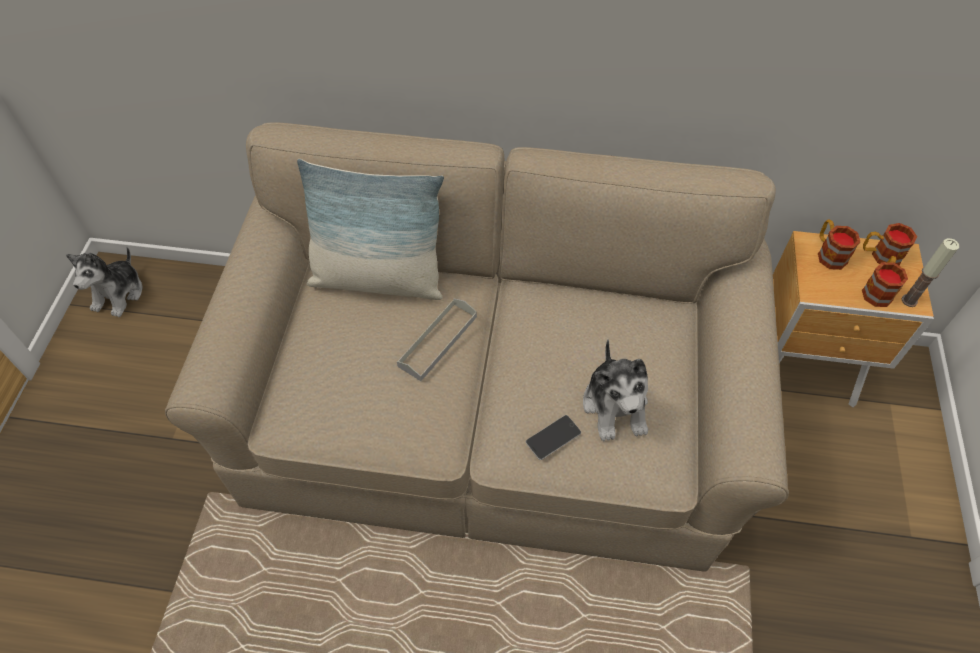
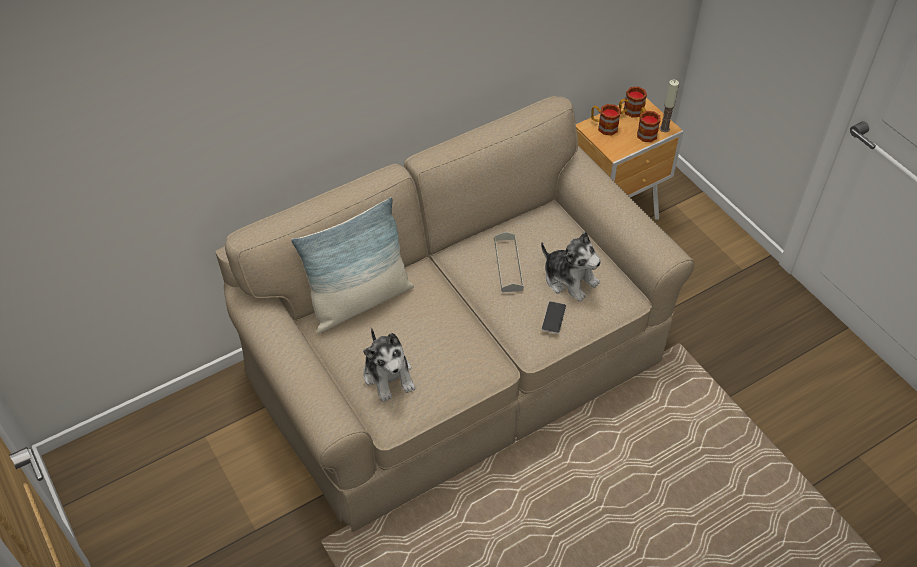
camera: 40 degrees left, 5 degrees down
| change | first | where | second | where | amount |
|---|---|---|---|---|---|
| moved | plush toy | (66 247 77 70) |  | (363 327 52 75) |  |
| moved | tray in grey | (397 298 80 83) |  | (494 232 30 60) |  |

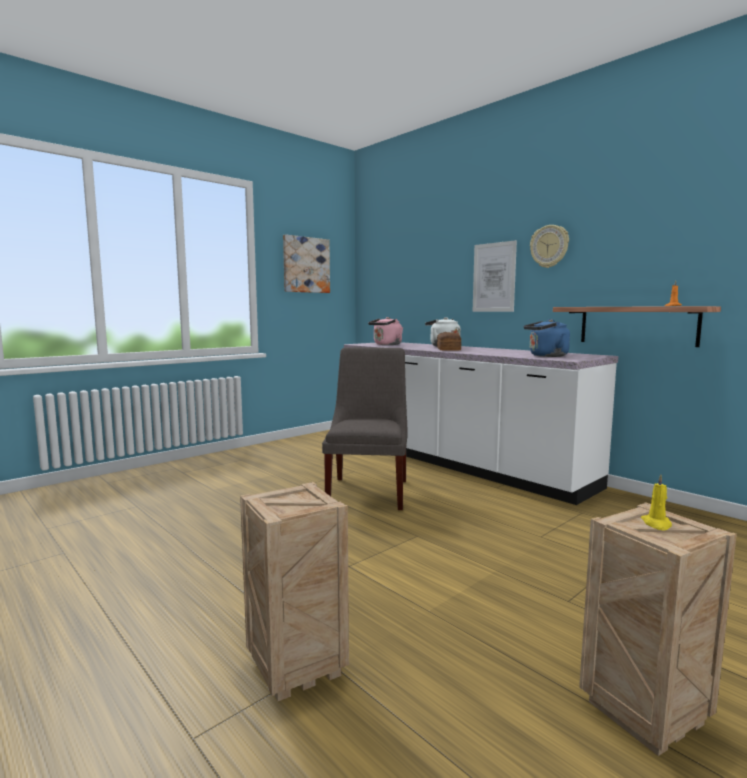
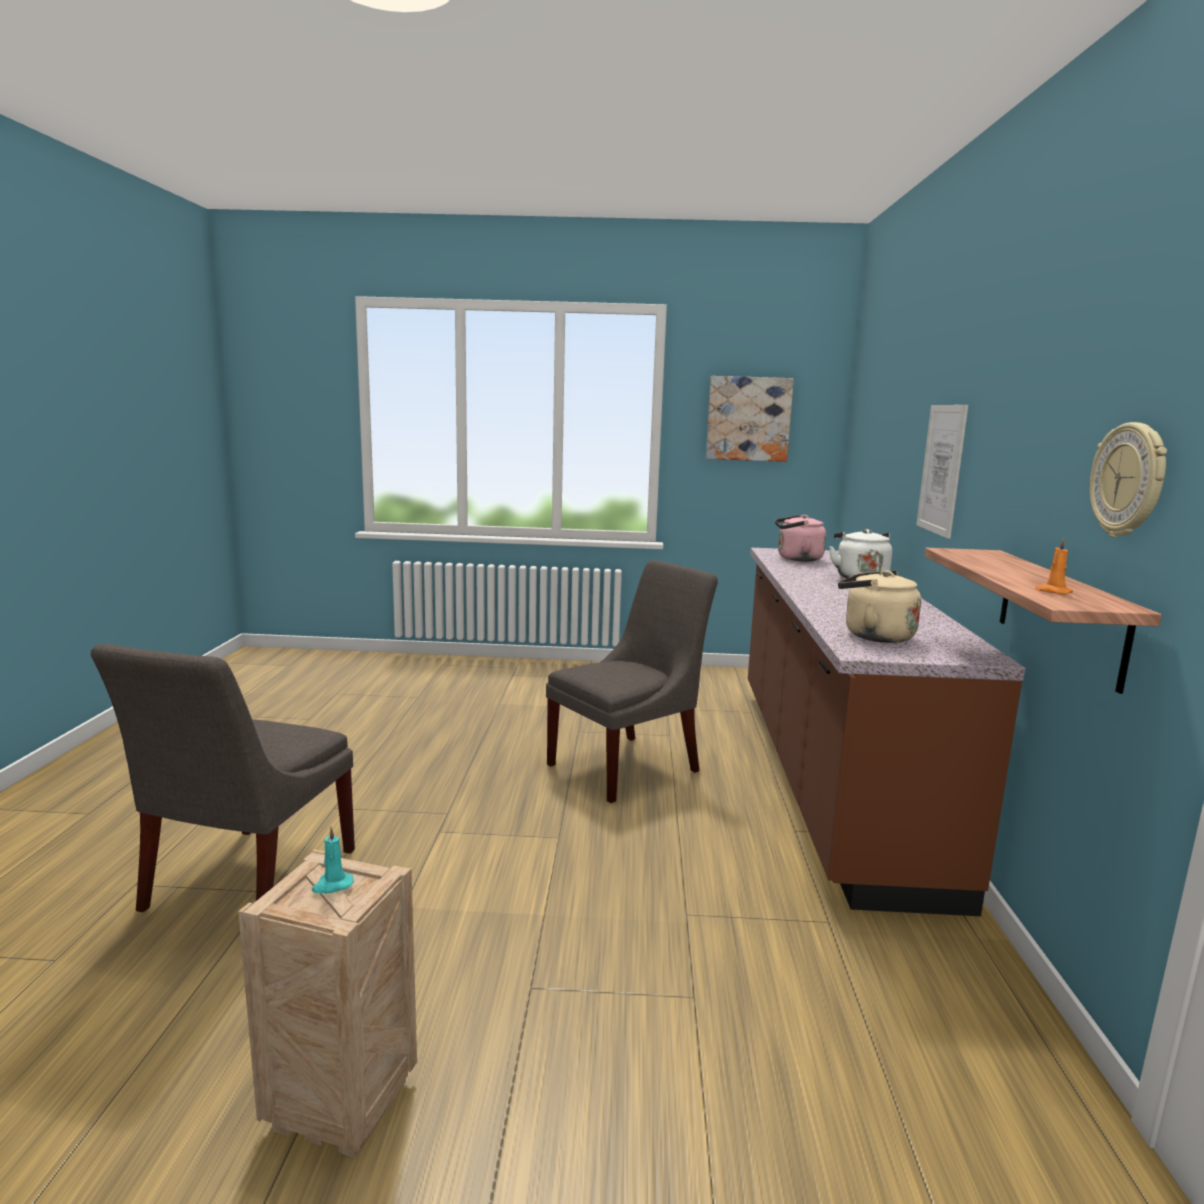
camera: 45 degrees right, 5 degrees up
| change | first | where | second | where | amount |
|---|---|---|---|---|---|
| removed | bread | (437 332 24 18) |  |  |  |
| moved | wall clock | (530 225 39 43) |  | (1089 422 78 115) |  |
| replaced | crate | (240 482 109 219) | chair in grey | (91 643 264 269) |  |
| recoloured | counter in white | (344 342 274 163) | counter in brown | (748 548 277 368) |  |
| recoloured | kettle in blue | (524 319 46 38) | kettle in beige | (838 571 83 72) |  |
| recoloured | candle in yellow | (641 474 31 57) | candle in turquoise | (312 827 41 67) |  |

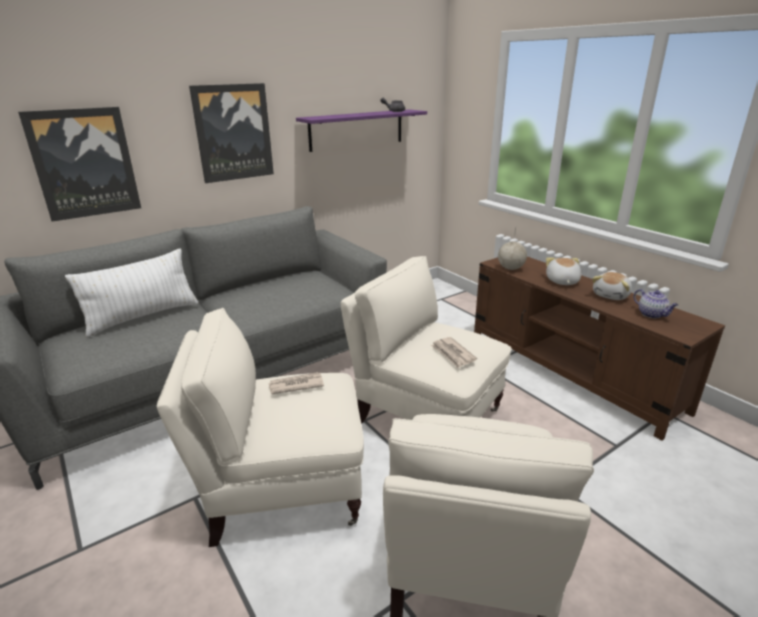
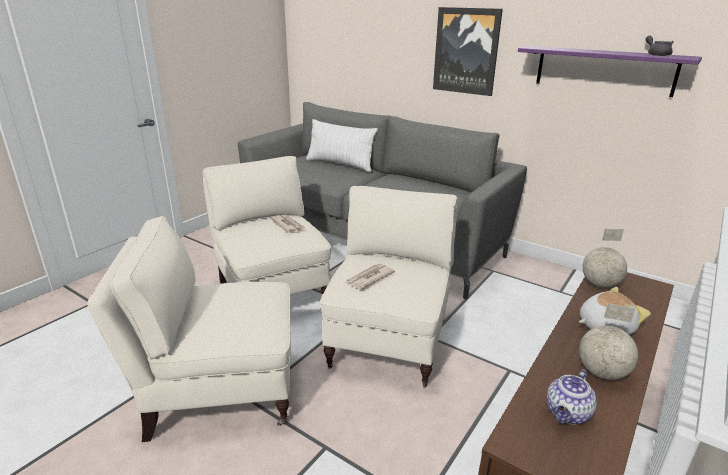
camera: 70 degrees right, 0 degrees up
| change | first | where | second | where | amount |
|---|---|---|---|---|---|
| removed | picture | (18 107 123 115) |  |  |  |
| replaced | plush toy | (592 272 40 28) | globe | (579 303 59 77) |  |

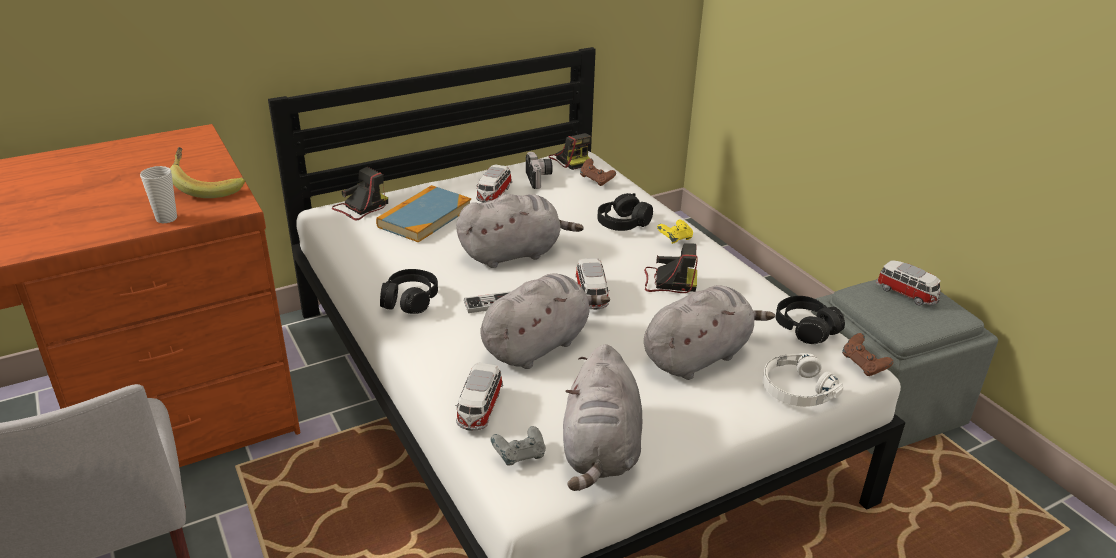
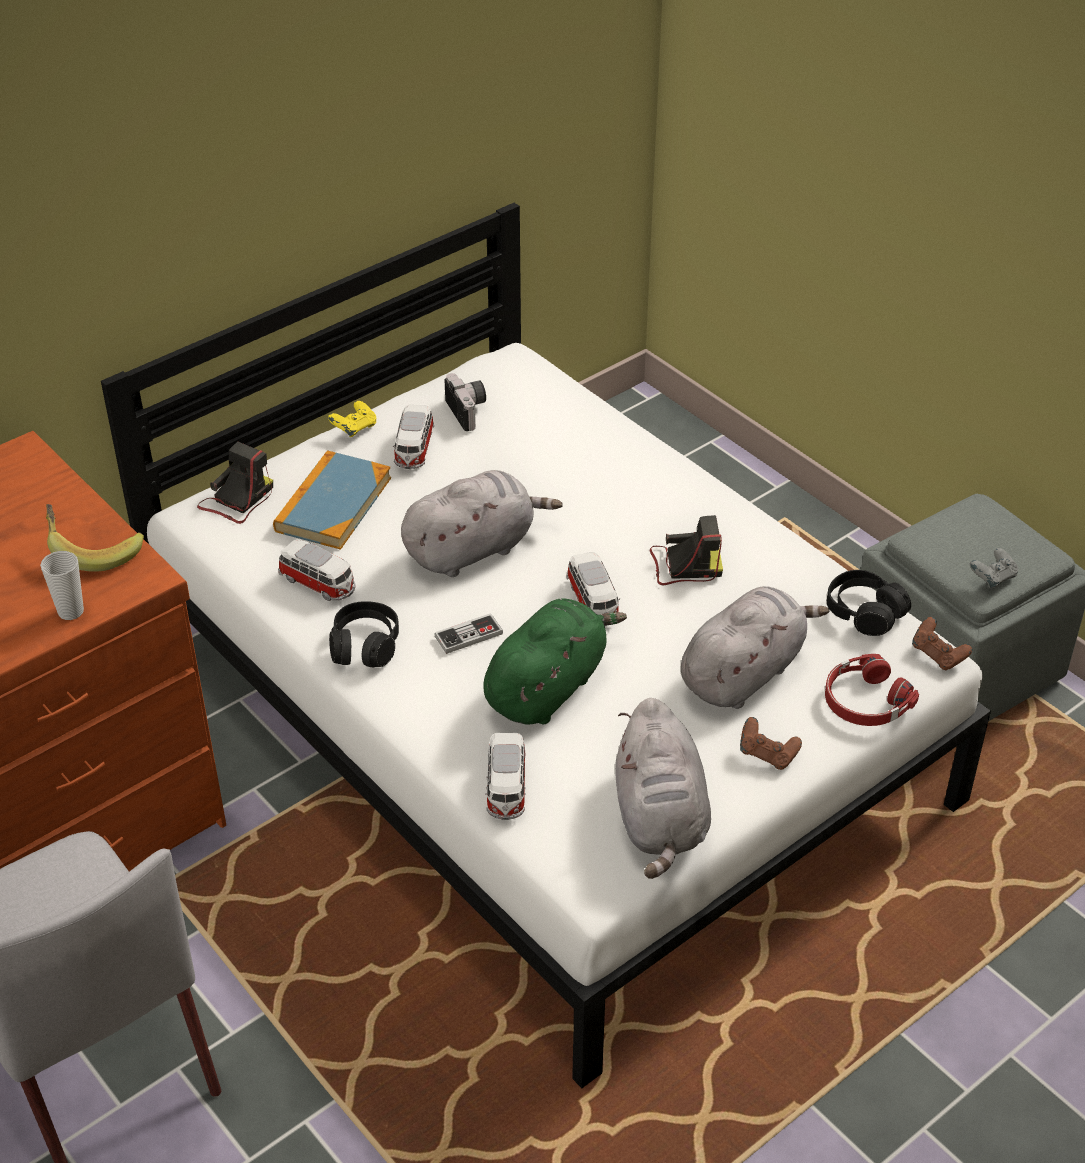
camera: 10 degrees left, 10 degrees up
| change | first | where | second | where | amount |
|---|---|---|---|---|---|
| removed | photo camera | (549 133 42 37) |  |  |  |
| removed | headphones in black | (597 193 56 38) |  |  |  |
| moved | game controller in grey | (491 426 55 40) |  | (970 548 48 40) |  |
| moved | game controller in brown | (580 158 36 28) |  | (740 717 62 53) |  |
| moved | game controller in yellow | (657 219 36 25) |  | (328 401 48 36) |  |
| moved | toy car | (876 260 65 45) |  | (278 539 78 62) |  |
| recoloured | plush toy in grey | (480 273 130 96) | plush toy in green | (483 599 144 125) |  |
| recoloured | headphones in white | (762 353 82 54) | headphones in red | (825 654 94 72) |  |

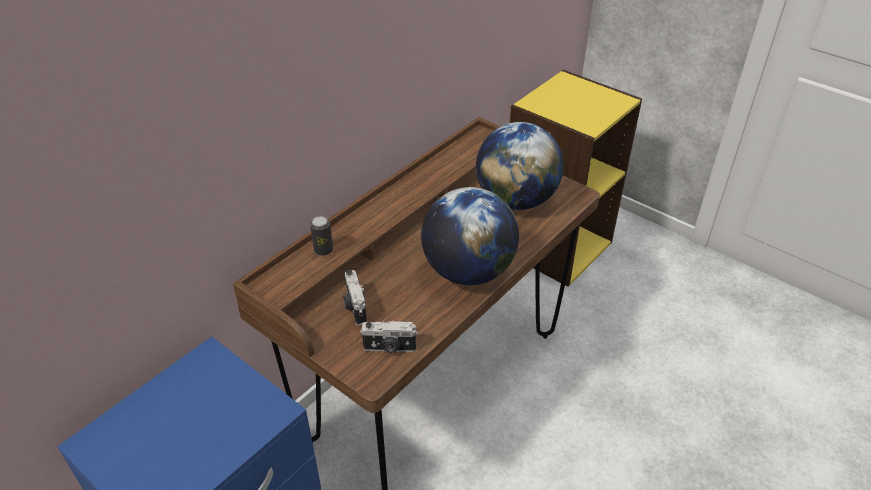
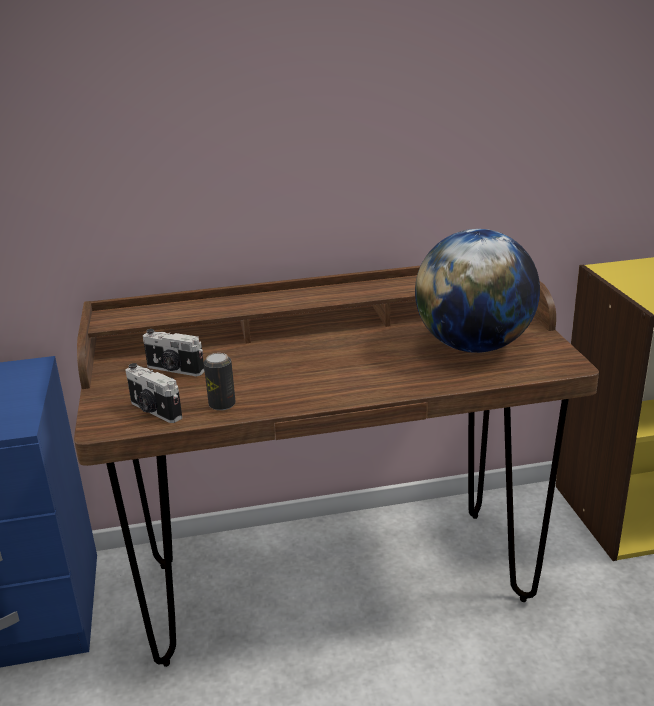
camera: 40 degrees right, 15 degrees down
| change | first | where | second | where | amount |
|---|---|---|---|---|---|
| removed | globe | (421 187 98 98) |  |  |  |
| moved | can | (310 216 23 40) |  | (204 353 32 58) |  |
| turned | photo camera | (343 270 24 56) |  | (143 329 62 47) | 90 degrees counterclockwise |

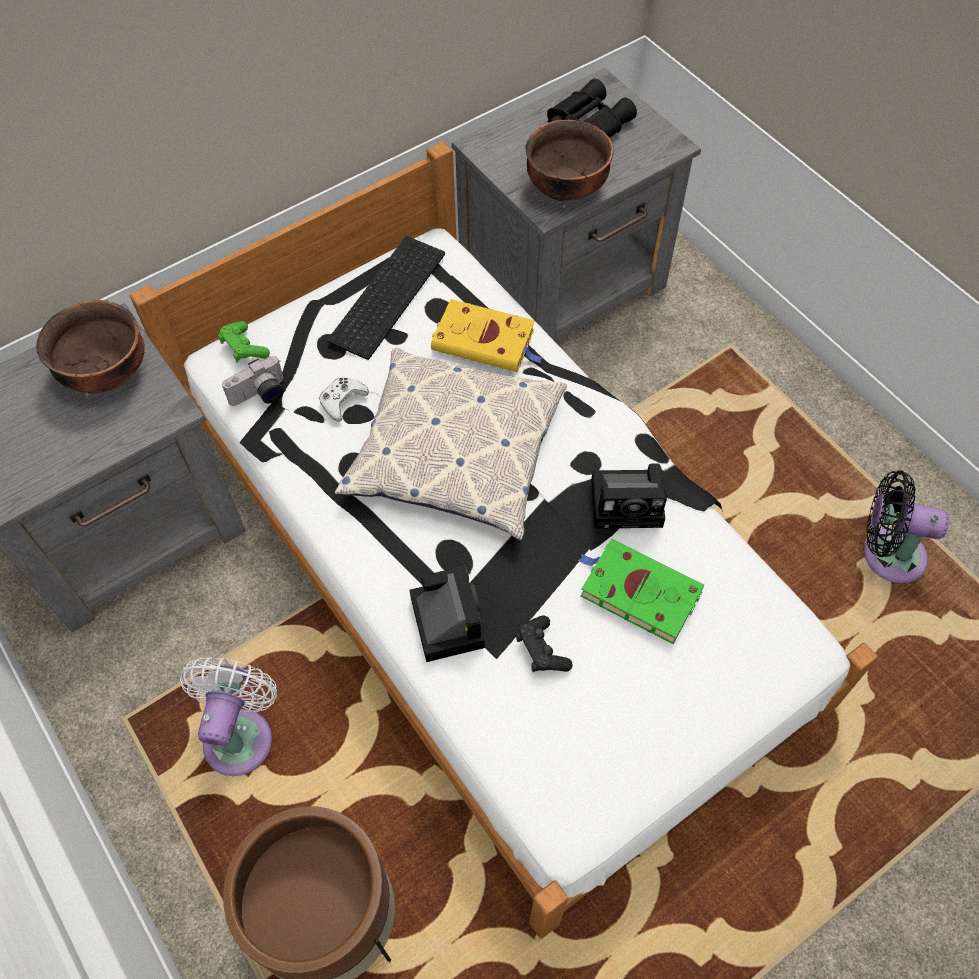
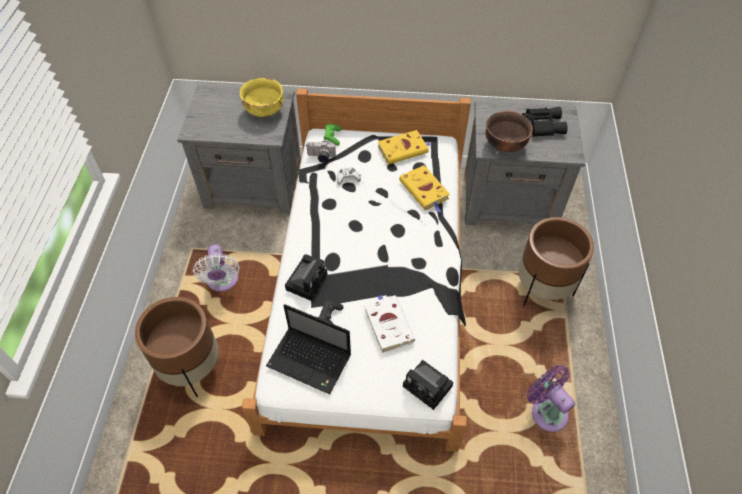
camera: 40 degrees right, 5 degrees down
| change | first | where | second | where | amount |
|---|---|---|---|---|---|
| removed | pillow | (335 347 232 193) |  |  |  |
| added |  |  | laptop | (266 304 85 90) |  |
| added |  |  | planter in brown | (518 217 76 89) |  |
| moved | photo camera | (591 464 76 65) |  | (403 360 51 50) |  |
| replaced | keyboard | (327 236 118 124) | book in yellow | (378 130 54 35) |  |
| recoloured | bowl in brown | (36 300 109 93) | bowl in yellow | (240 78 44 39) |  |
| recoloured | book in green | (577 539 127 105) | book in white | (364 295 51 58) |  |
| recoloured | fan in black | (864 470 85 113) | fan in purple | (527 365 48 67) |  |
| turned | fan in white | (180 657 97 119) |  | (193 244 47 48) | 120 degrees clockwise |

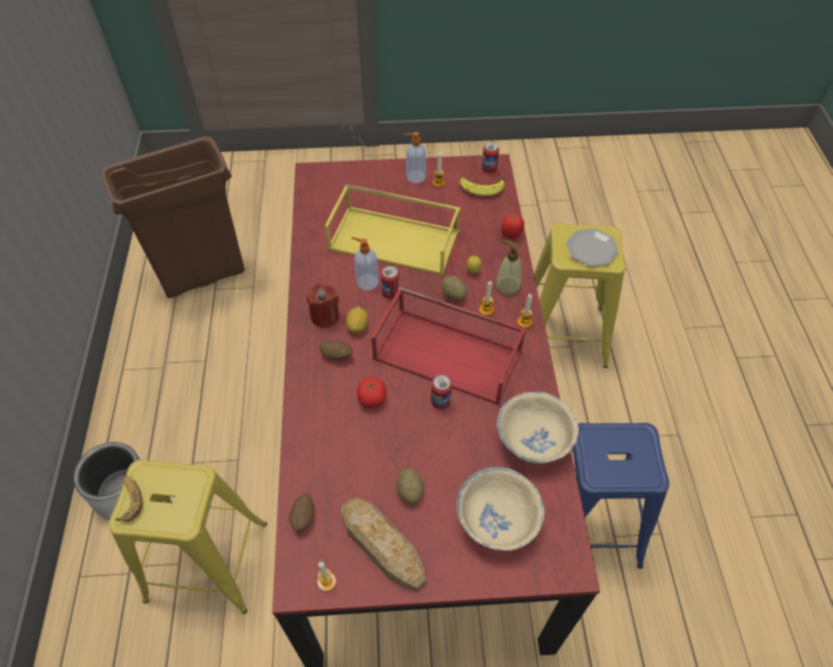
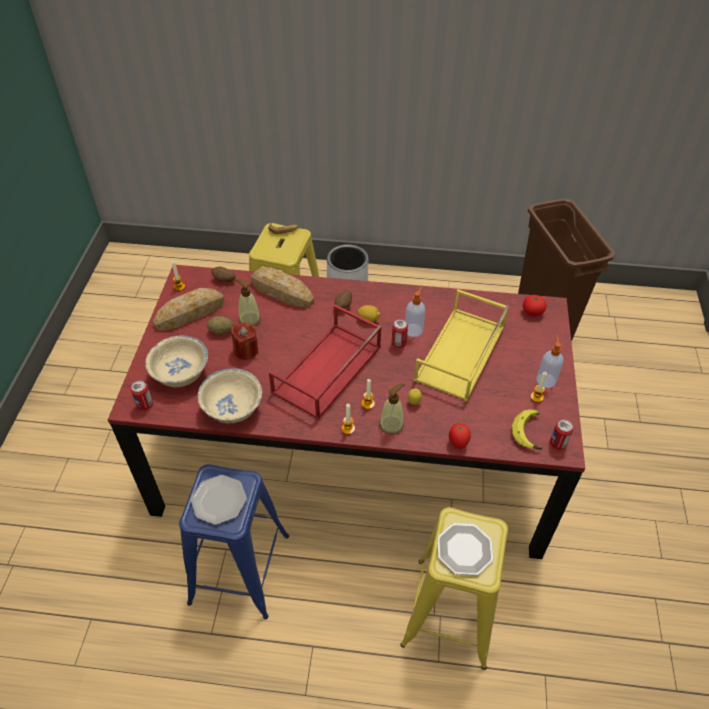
camera: 100 degrees right, 5 degrees down
| change | first | where | second | where | amount |
|---|---|---|---|---|---|
| removed | potato | (441 275 26 26) |  |  |  |
| added |  |  | plate | (191 475 56 50) |  |
| added |  |  | soap dispenser | (235 279 26 47) |  |
| added |  |  | bread | (251 267 63 40) |  |
| moved | candle in red | (307 284 32 44) |  | (231 322 27 38) |  |
| moved | tomato | (357 377 29 31) |  | (523 295 24 21) |  |
| moved | can | (431 375 21 35) |  | (131 381 22 29) |  |

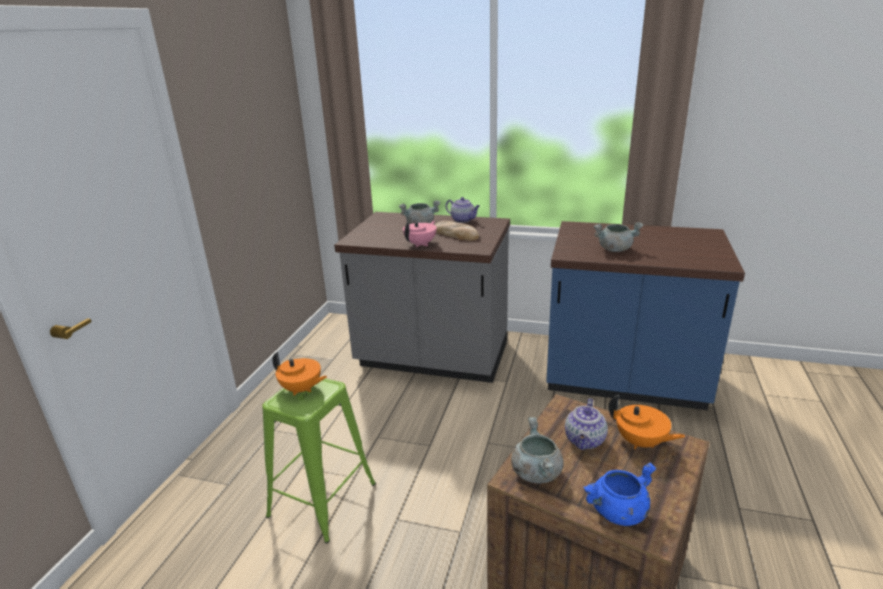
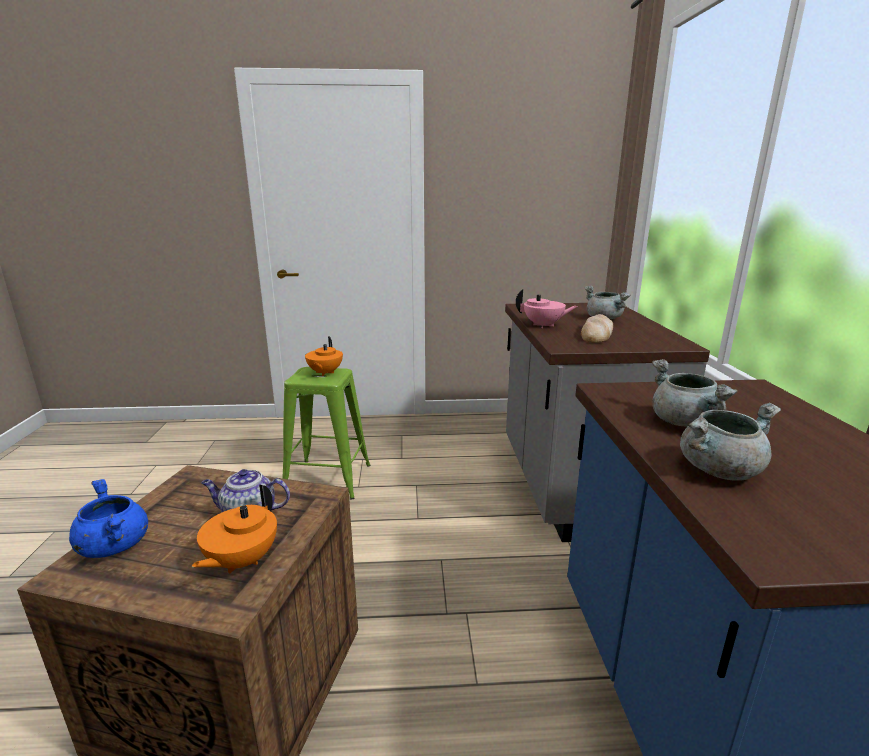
camera: 70 degrees right, 5 degrees down
| change | first | where | second | where | amount |
|---|---|---|---|---|---|
| removed | teapot | (445 197 35 26) |  |  |  |
| moved | cooking pot in grey | (511 417 53 66) |  | (680 403 101 78) |  |

